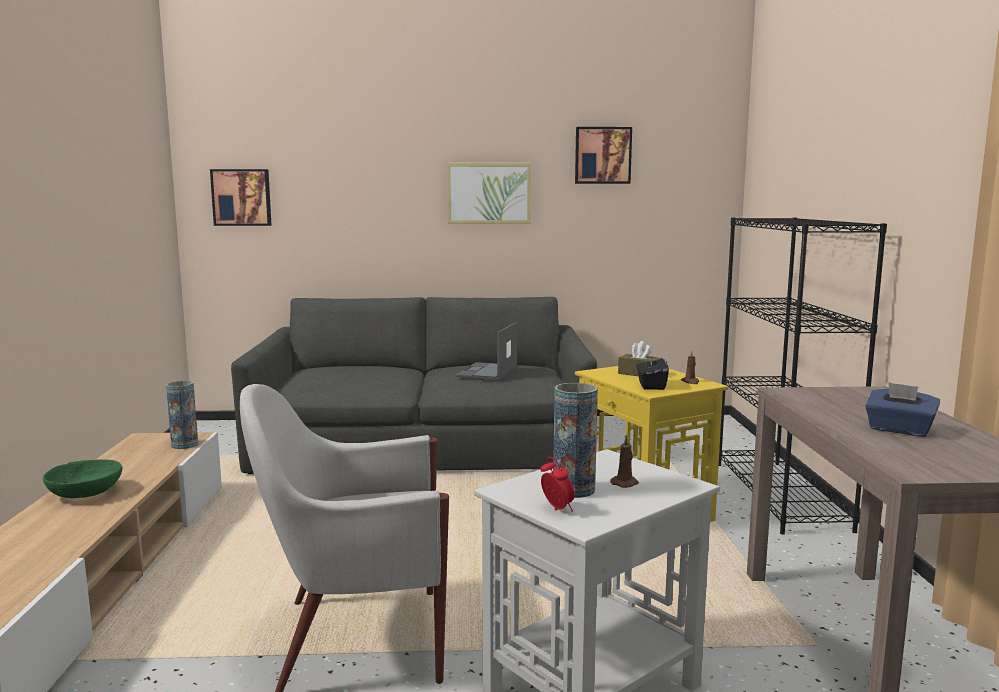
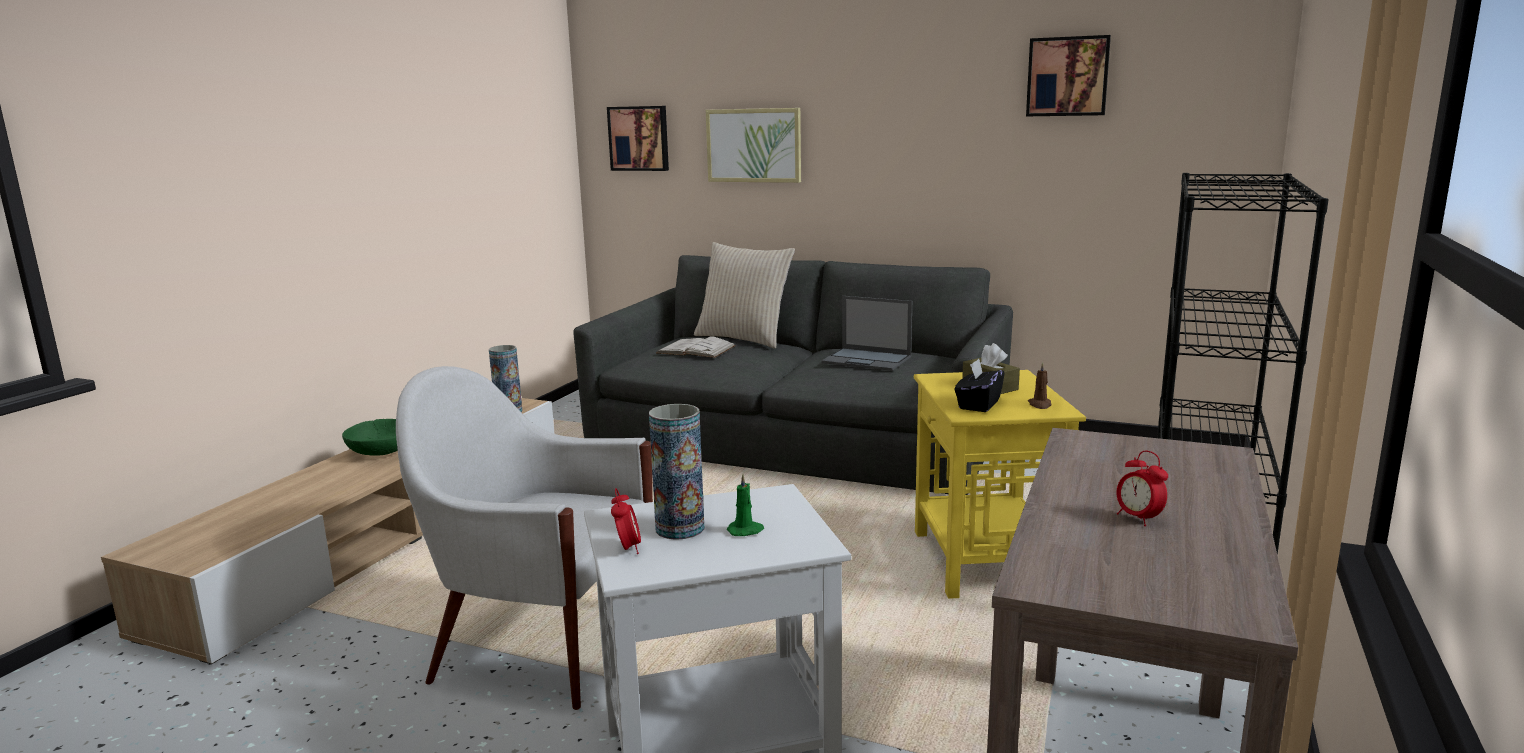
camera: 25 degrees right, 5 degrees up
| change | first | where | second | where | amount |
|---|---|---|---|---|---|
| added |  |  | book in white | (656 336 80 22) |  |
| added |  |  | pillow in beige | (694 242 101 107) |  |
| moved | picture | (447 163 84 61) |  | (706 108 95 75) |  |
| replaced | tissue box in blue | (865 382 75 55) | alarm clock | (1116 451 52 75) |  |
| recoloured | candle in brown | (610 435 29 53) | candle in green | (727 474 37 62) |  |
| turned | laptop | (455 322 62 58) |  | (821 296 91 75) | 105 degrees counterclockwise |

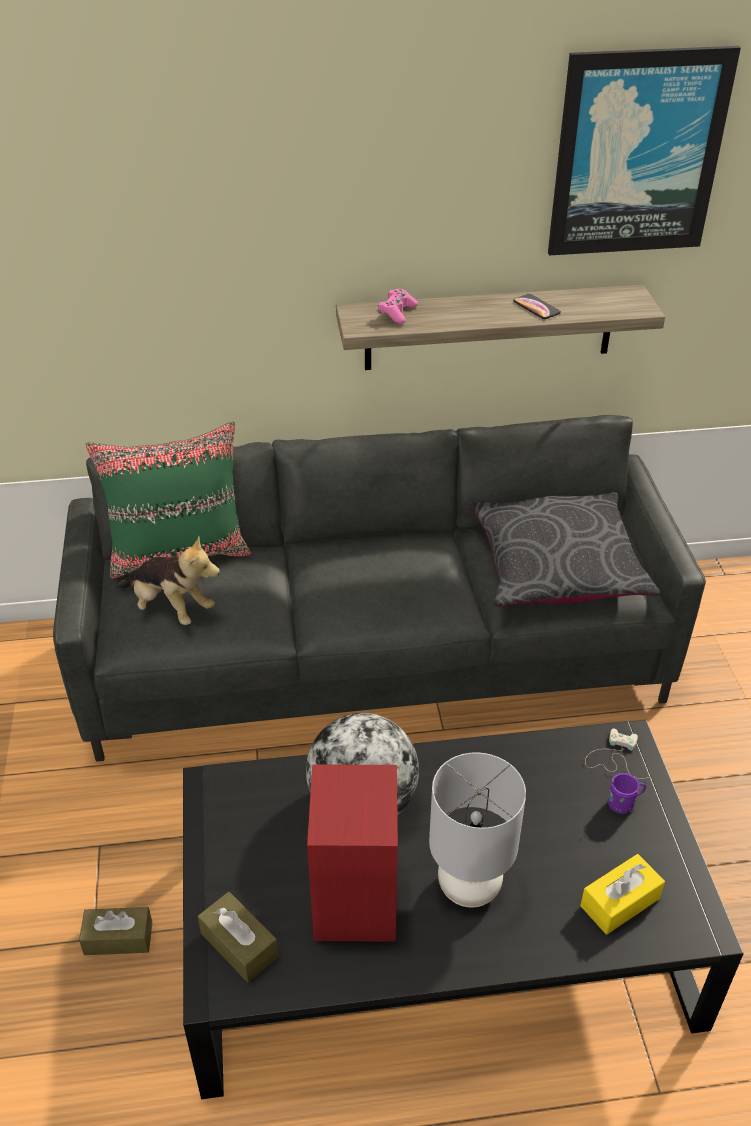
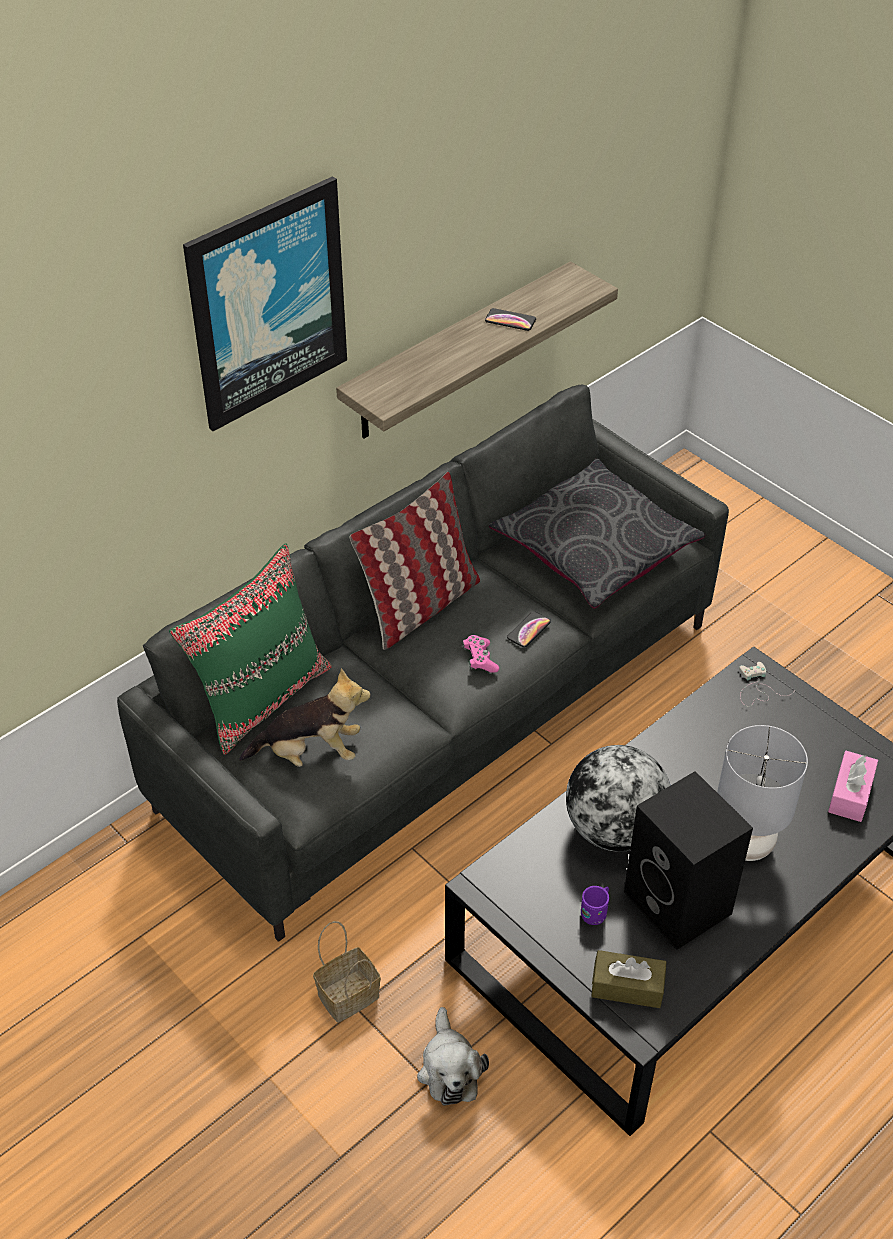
camera: 35 degrees left, 5 degrees up
| change | first | where | second | where | amount |
|---|---|---|---|---|---|
| added |  |  | basket | (313 921 68 101) |  |
| added |  |  | pillow | (349 472 131 178) |  |
| added |  |  | phone | (507 611 44 37) |  |
| moved | game controller in pink | (378 289 40 35) |  | (463 635 36 38) |  |
| moved | picture | (548 46 193 210) |  | (183 176 164 255) |  |
| moved | mug in purple | (608 773 38 41) |  | (581 886 28 39) |  |
| replaced | tissue box in brown | (79 907 74 48) | plush toy | (417 1007 72 99) |  |
| recoloured | speaker in red | (307 764 91 178) | speaker in black | (624 771 129 179) |  |
| recoloured | tissue box in yellow | (580 854 85 81) | tissue box in pink | (828 751 50 71) |  |

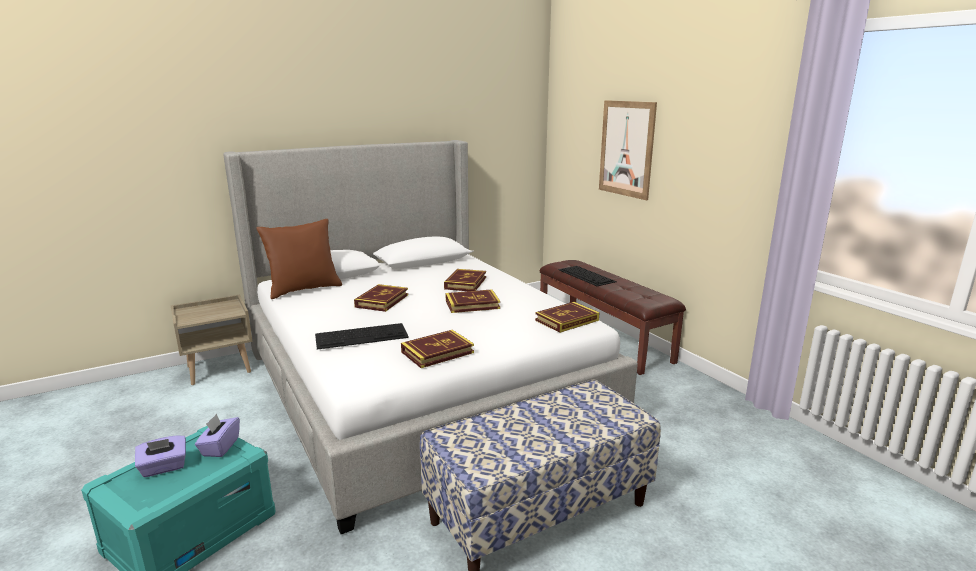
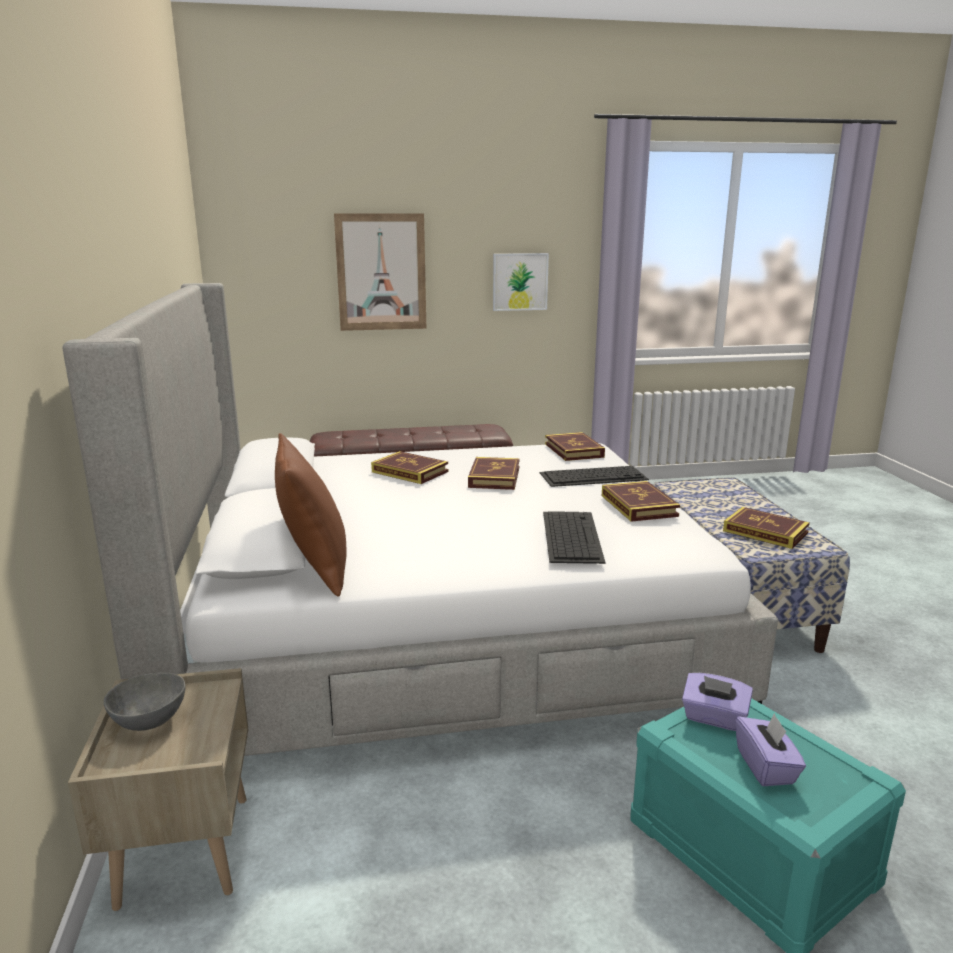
camera: 70 degrees left, 0 degrees up
| change | first | where | second | where | amount |
|---|---|---|---|---|---|
| added |  |  | bowl in grey | (104 673 82 58) |  |
| added |  |  | picture | (493 253 56 58) |  |
| moved | book | (354 284 54 28) |  | (723 507 87 42) |  |
| moved | keyboard | (558 266 59 20) |  | (540 466 109 21) |  |

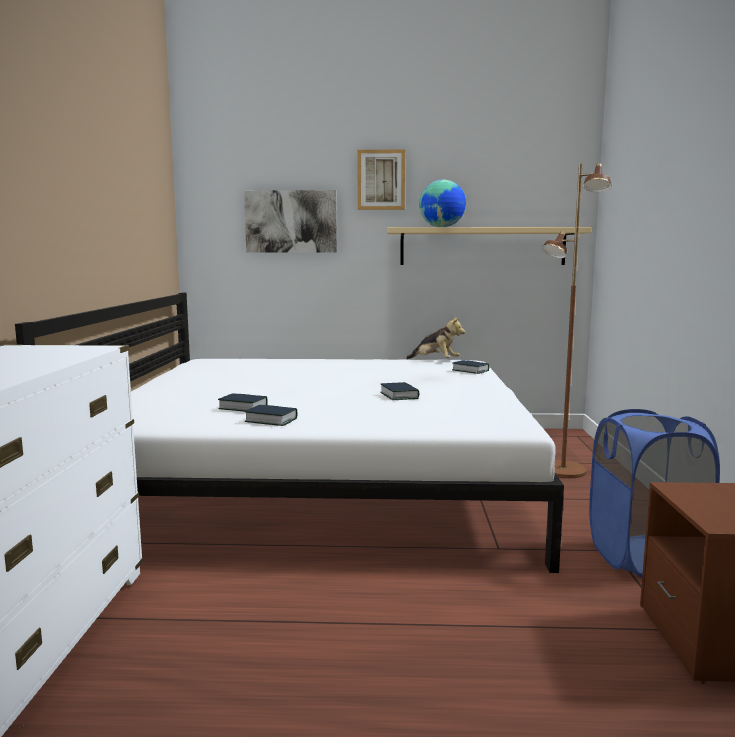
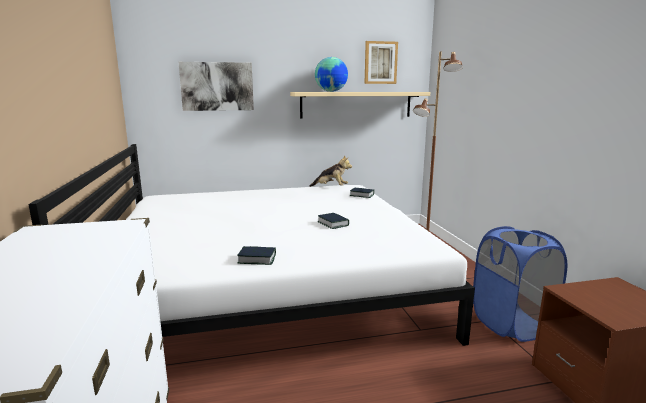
camera: 15 degrees left, 5 degrees up
| change | first | where | second | where | amount |
|---|---|---|---|---|---|
| removed | book | (218 393 50 18) |  |  |  |
| moved | picture | (358 150 47 60) |  | (365 41 33 43) |  |

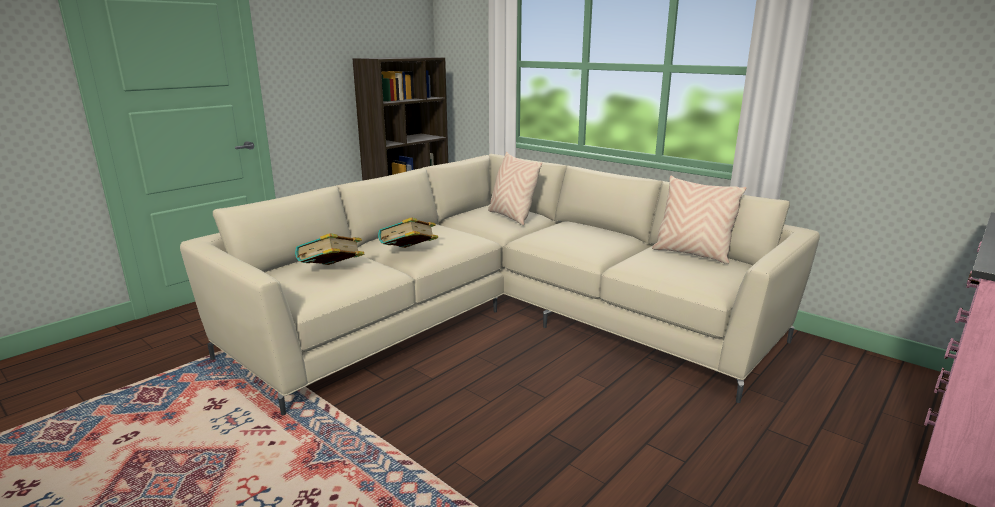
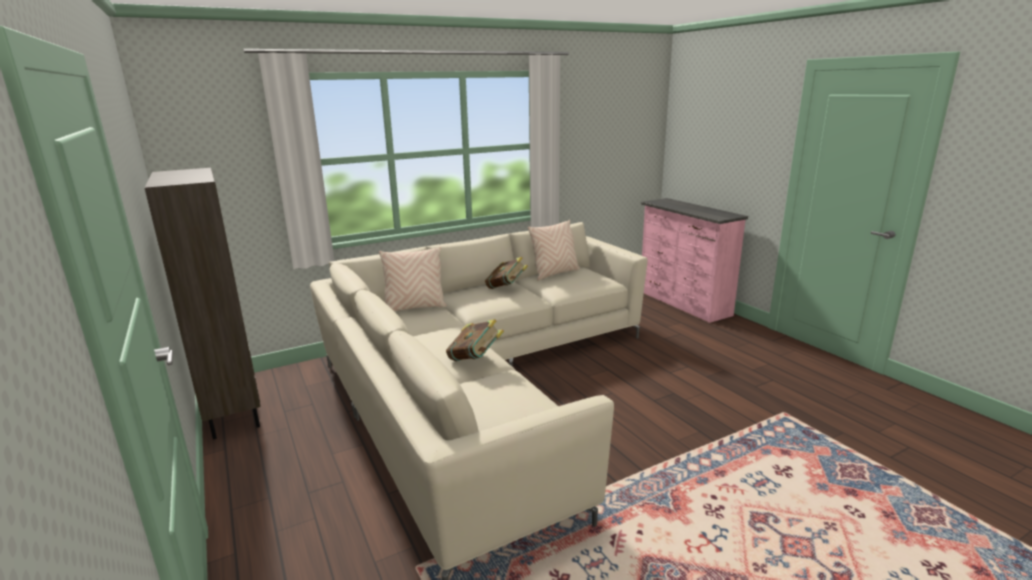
camera: 70 degrees left, 0 degrees up
| change | first | where | second | where | amount |
|---|---|---|---|---|---|
| moved | book | (295 233 69 32) |  | (485 257 43 32) |  |

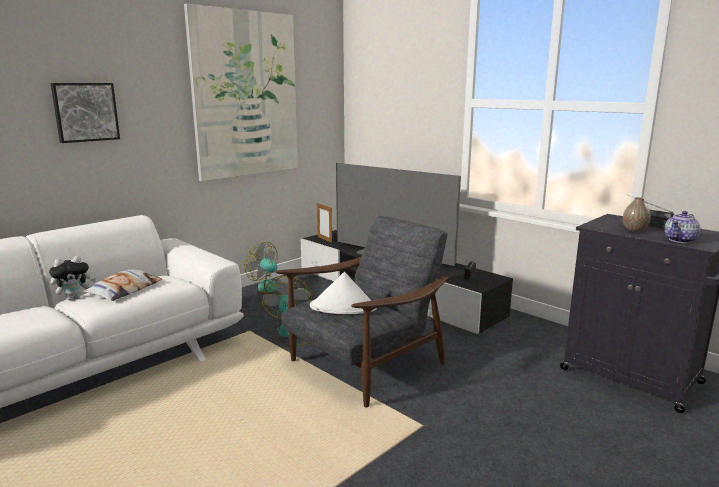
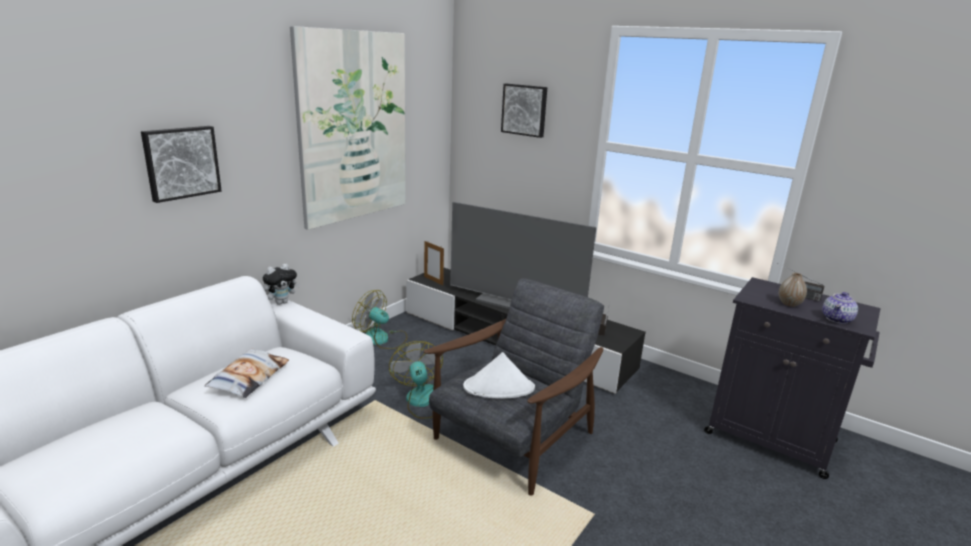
camera: 10 degrees left, 5 degrees up
| change | first | where | second | where | amount |
|---|---|---|---|---|---|
| added |  |  | picture | (501 84 46 54) |  |
| moved | plush toy | (49 256 47 44) |  | (263 264 37 41) |  |

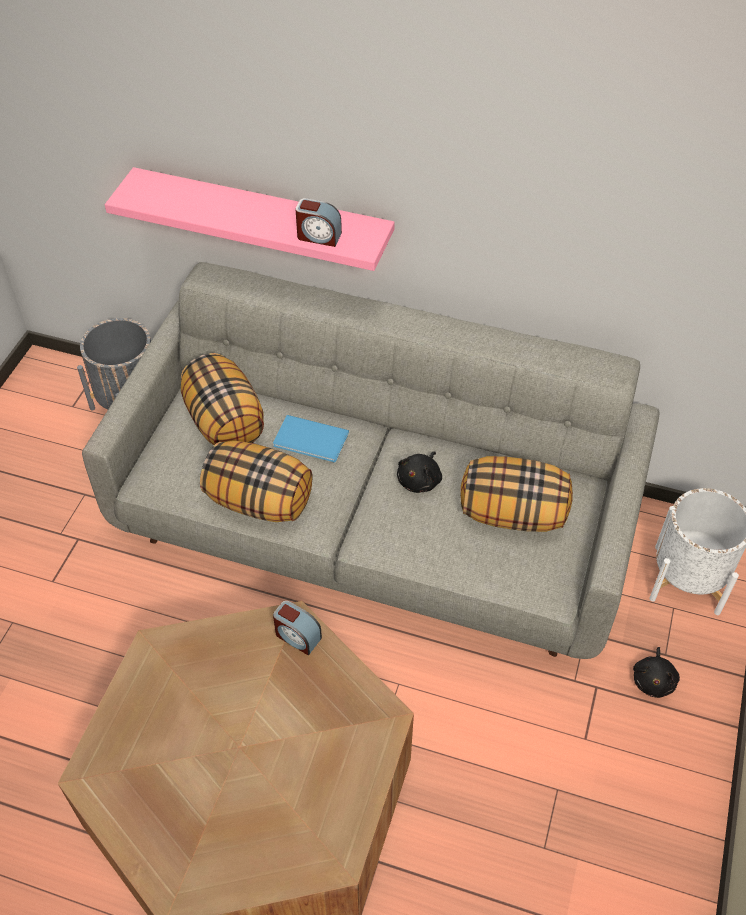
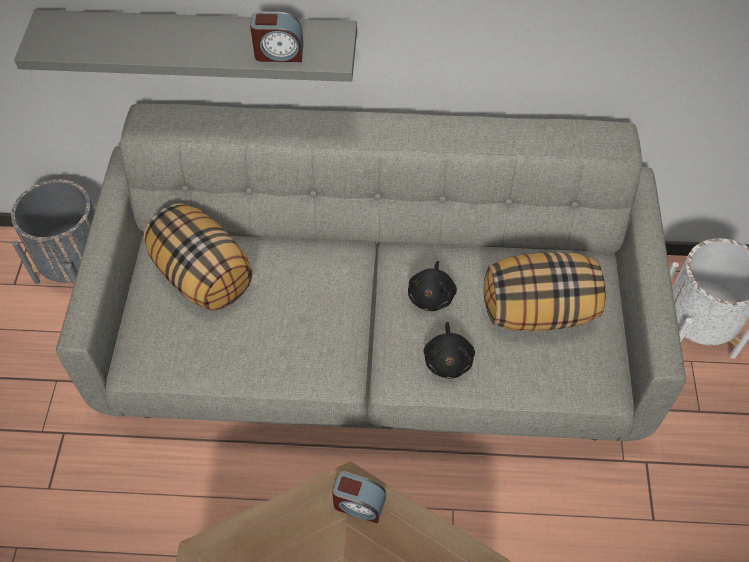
camera: 15 degrees left, 5 degrees up
| change | first | where | second | where | amount |
|---|---|---|---|---|---|
| removed | pillow | (200 441 113 81) |  |  |  |
| removed | book in blue | (273 415 76 48) |  |  |  |
| moved | plush toy in black | (633 647 47 51) |  | (423 322 52 57) |  |
| recoloured | shelf in pink | (105 167 290 104) | shelf in grey | (14 9 343 73) |  |

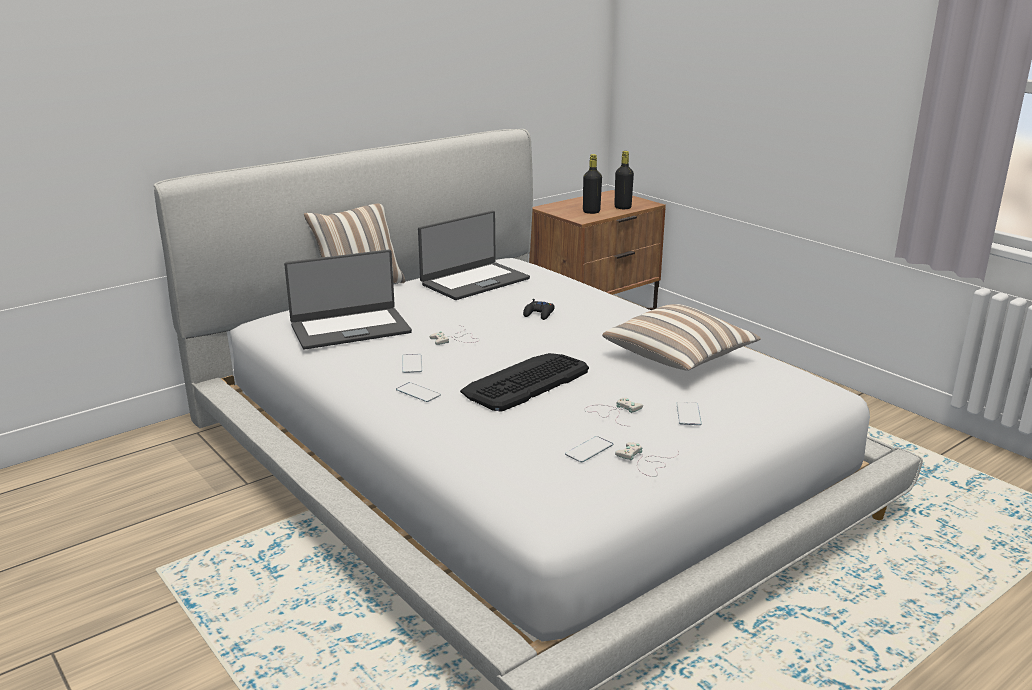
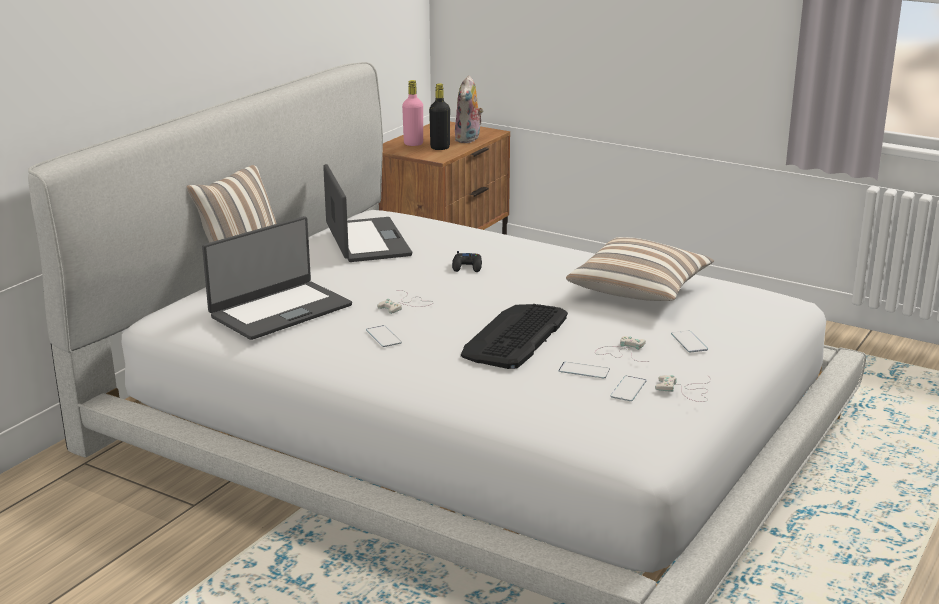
camera: 20 degrees left, 0 degrees up
| change | first | where | second | where | amount |
|---|---|---|---|---|---|
| added |  |  | bottle in pink | (402 80 21 66) |  |
| moved | phone | (396 382 45 20) |  | (559 362 51 16) |  |
| replaced | bottle in black | (614 151 20 58) | plush toy | (455 75 28 68) |  |
| turned | laptop | (418 211 112 89) |  | (323 164 89 98) | 45 degrees counterclockwise |

